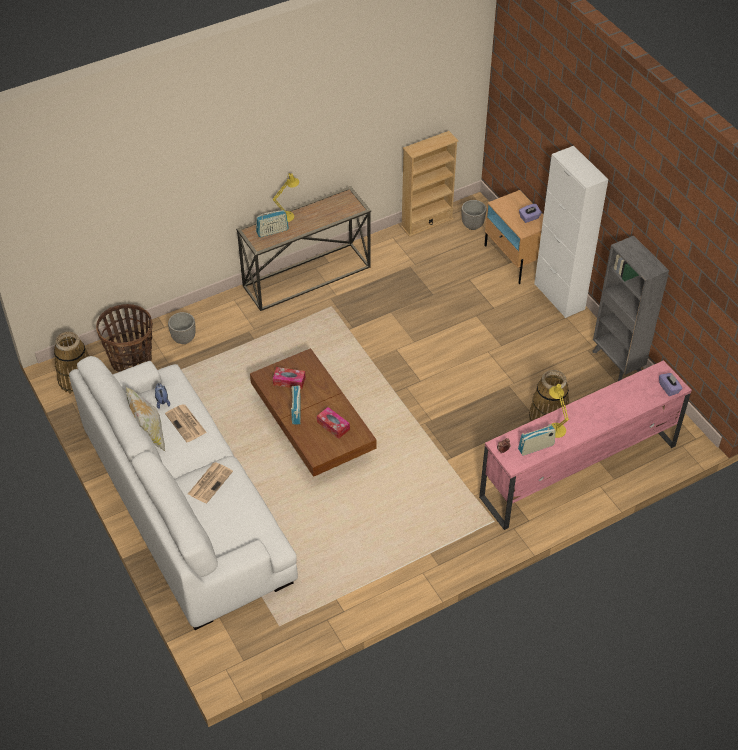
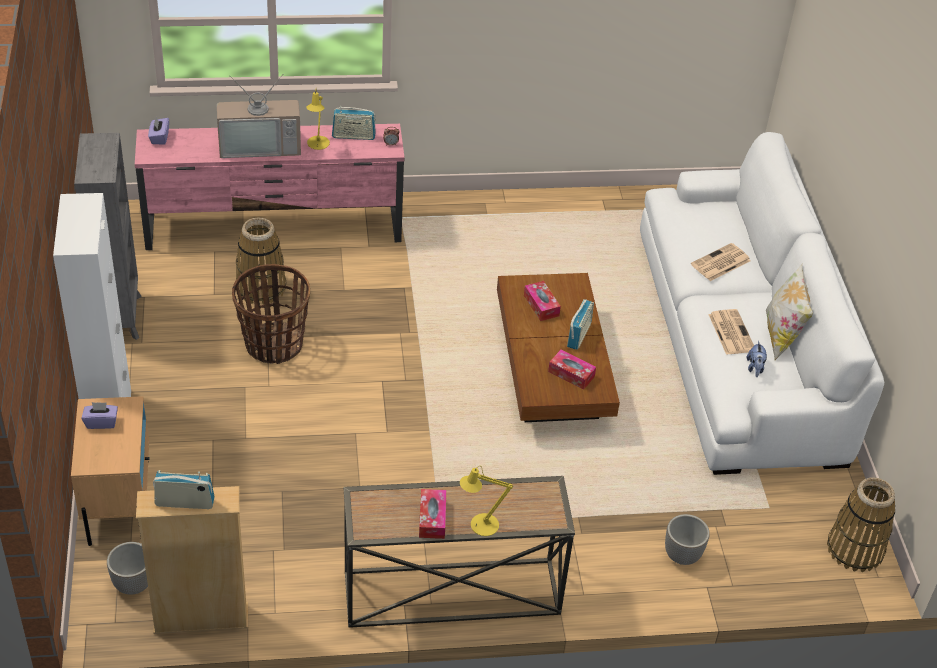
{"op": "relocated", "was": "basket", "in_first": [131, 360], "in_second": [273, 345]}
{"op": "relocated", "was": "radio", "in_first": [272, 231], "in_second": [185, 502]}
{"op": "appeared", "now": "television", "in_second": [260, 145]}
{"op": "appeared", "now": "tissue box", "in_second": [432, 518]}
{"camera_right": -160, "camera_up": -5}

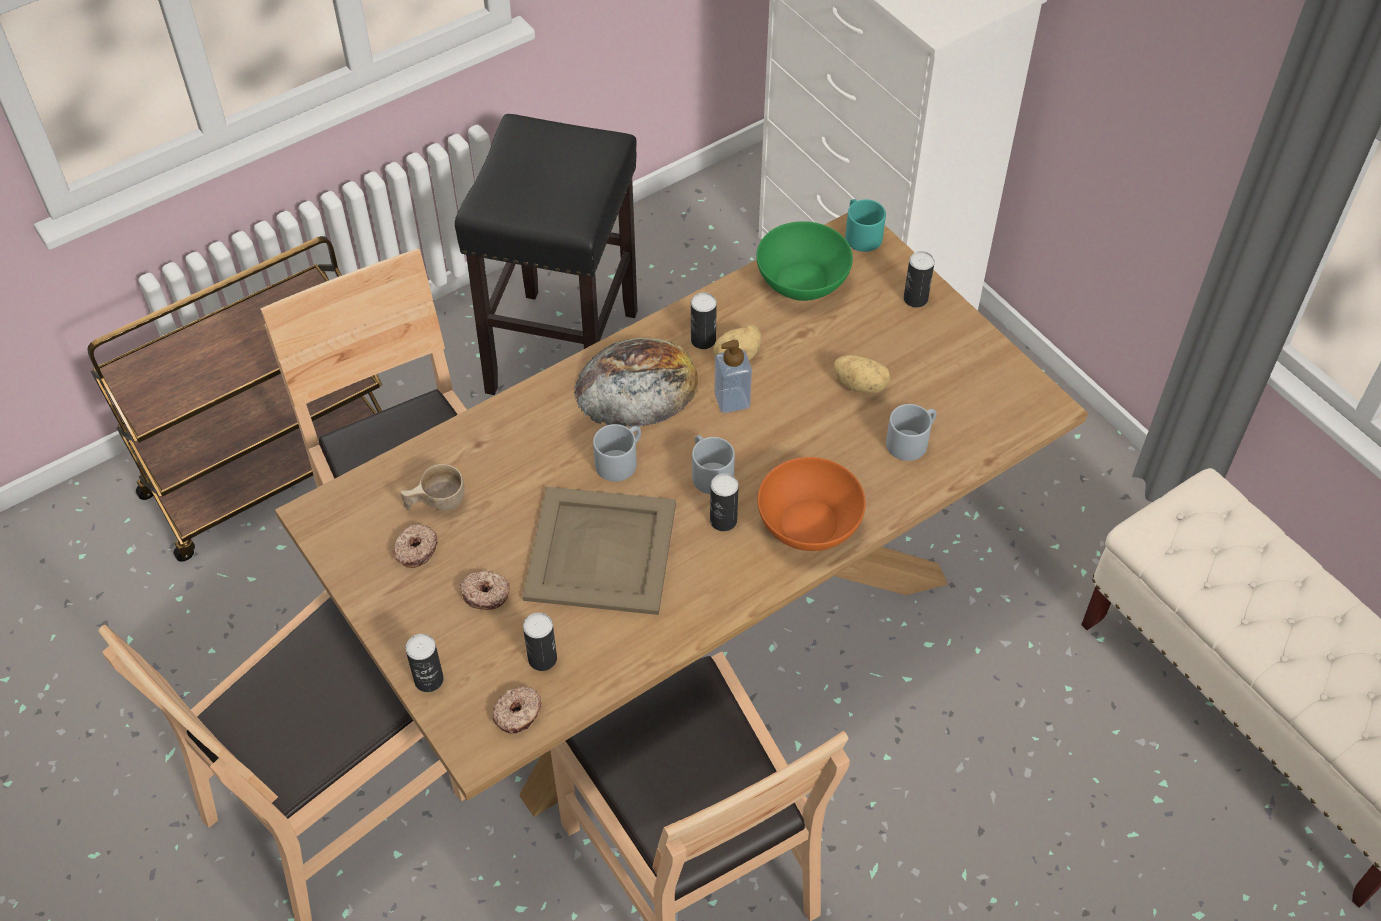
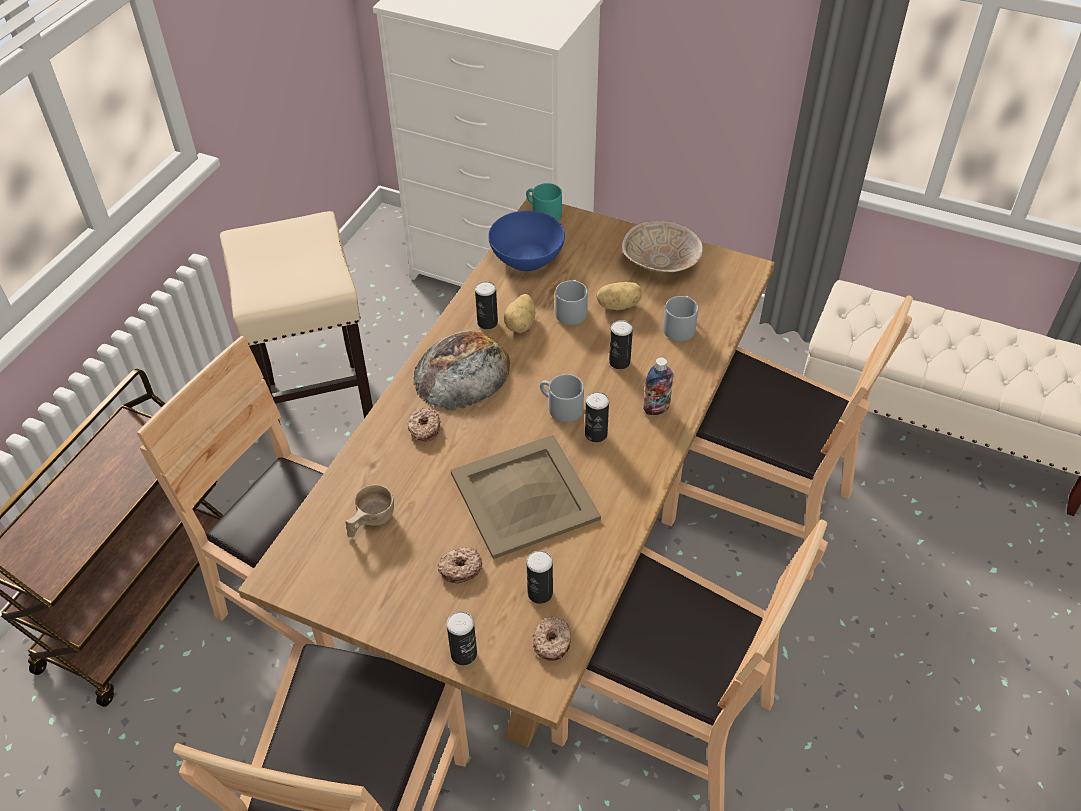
{"op": "relocated", "was": "donut", "in_first": [415, 549], "in_second": [424, 428]}
{"op": "colour", "was": "black stool", "now": "beige stool", "in_first": [563, 350], "in_second": [320, 410]}
{"op": "relocated", "was": "grey mug", "in_first": [620, 460], "in_second": [571, 310]}
{"op": "missing", "was": "soap dispenser", "in_first": [732, 400]}
{"op": "colour", "was": "green bowl", "now": "blue bowl", "in_first": [802, 282], "in_second": [527, 257]}
{"op": "exchanged", "was": "orange bowl", "now": "bottle", "in_first": [809, 523], "in_second": [656, 408]}
{"op": "relocated", "was": "can", "in_first": [915, 299], "in_second": [619, 362]}
{"op": "appeared", "now": "beige bowl", "in_second": [662, 263]}
{"op": "appeared", "now": "brown chair", "in_second": [757, 504]}
{"camera_right": -30, "camera_up": -5}

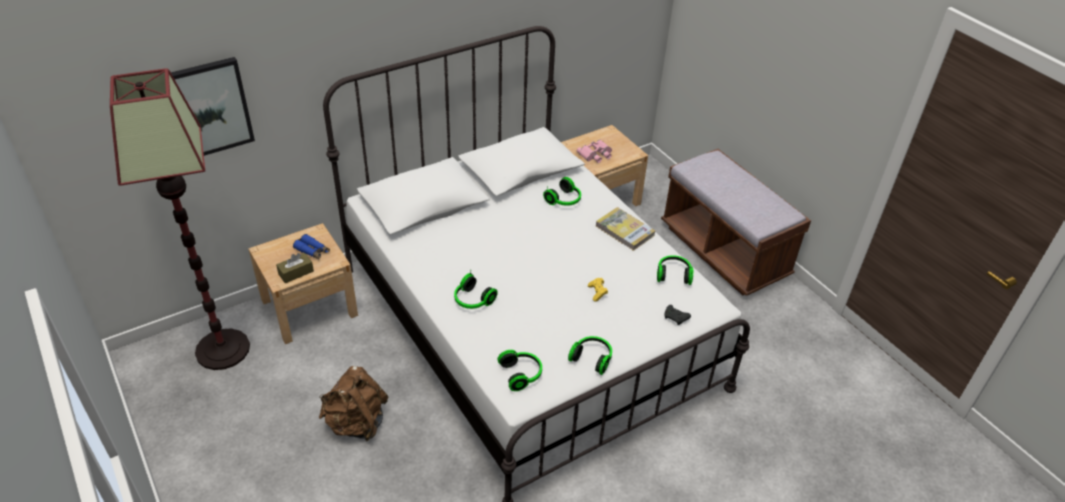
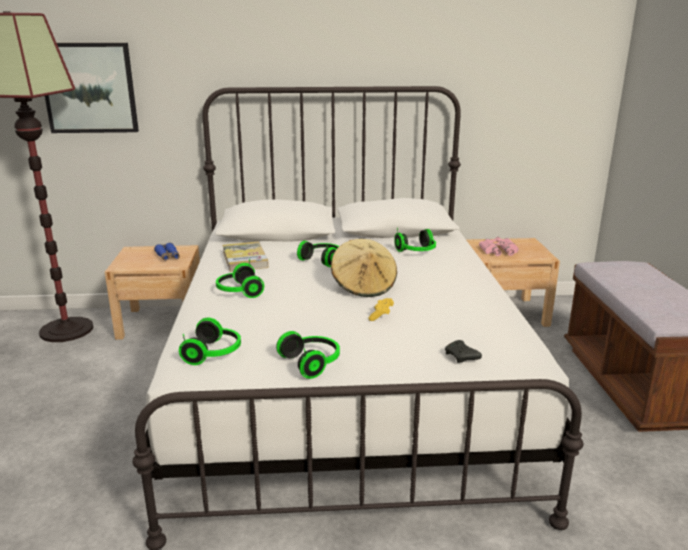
{"op": "missing", "was": "brown tissue box", "in_first": [296, 272]}
{"op": "missing", "was": "brown backpack", "in_first": [356, 423]}
{"op": "relocated", "was": "book", "in_first": [624, 231], "in_second": [245, 259]}
{"op": "relocated", "was": "headphones", "in_first": [673, 275], "in_second": [322, 260]}
{"op": "appeared", "now": "beige hat", "in_second": [364, 286]}
{"camera_right": 30, "camera_up": -20}

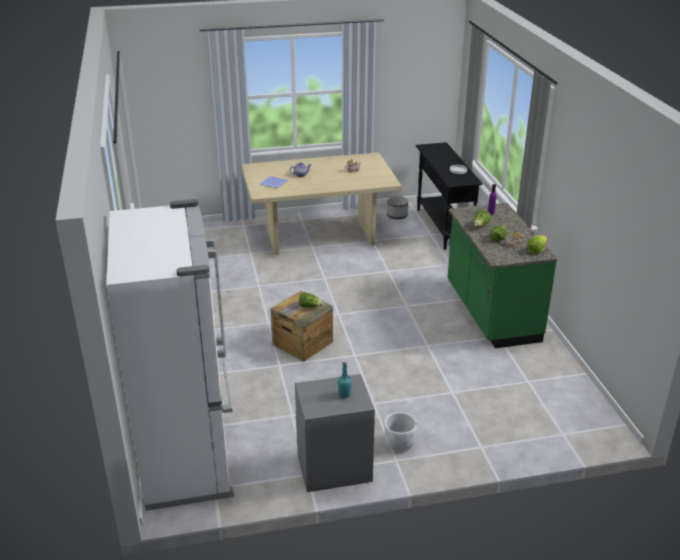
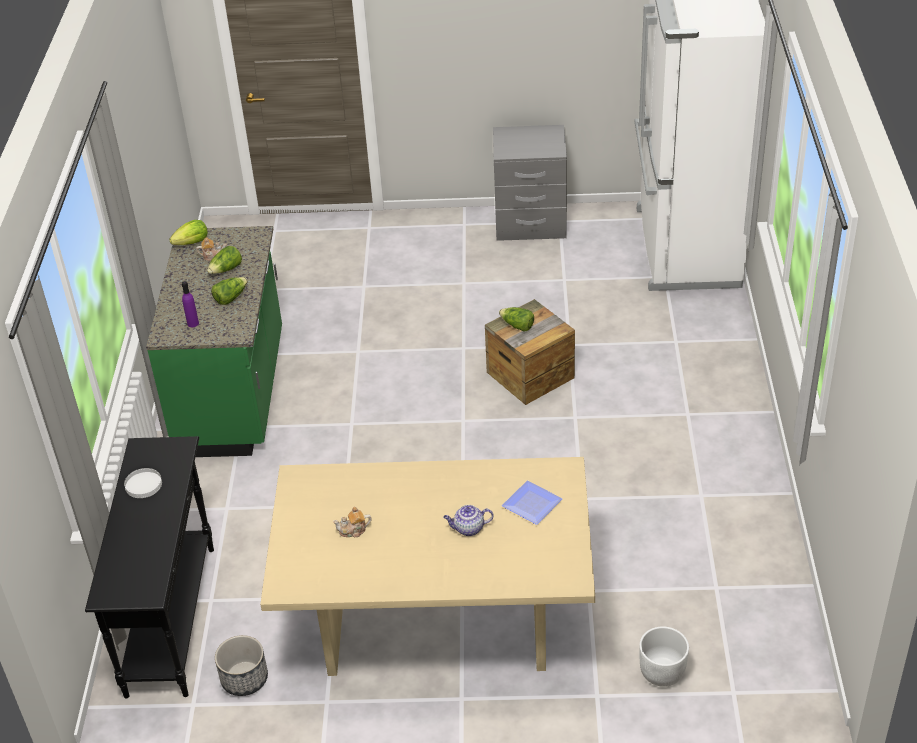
{"op": "missing", "was": "turquoise bottle", "in_first": [344, 394]}
{"op": "relocated", "was": "white planter", "in_first": [399, 443], "in_second": [662, 672]}
{"camera_right": -165, "camera_up": 10}

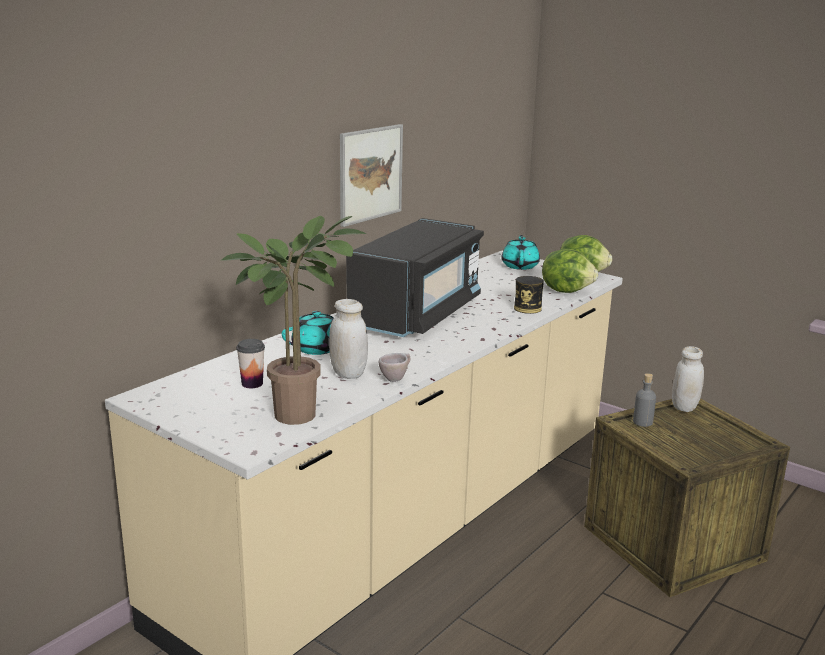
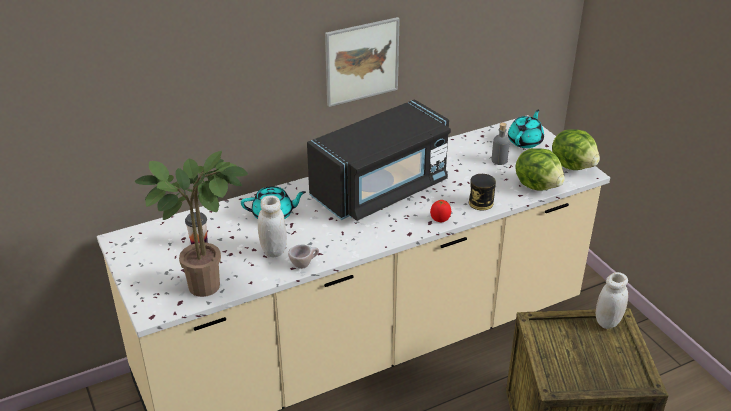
{"op": "relocated", "was": "grey bottle", "in_first": [642, 422], "in_second": [499, 160]}
{"op": "appeared", "now": "tomato", "in_second": [440, 219]}
{"camera_right": 25, "camera_up": 15}

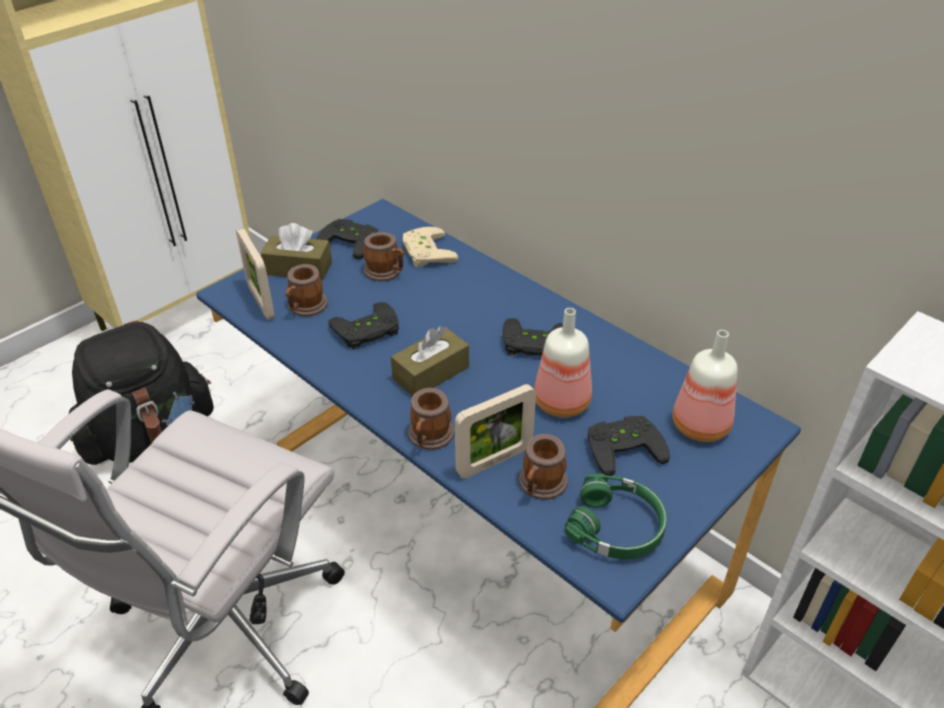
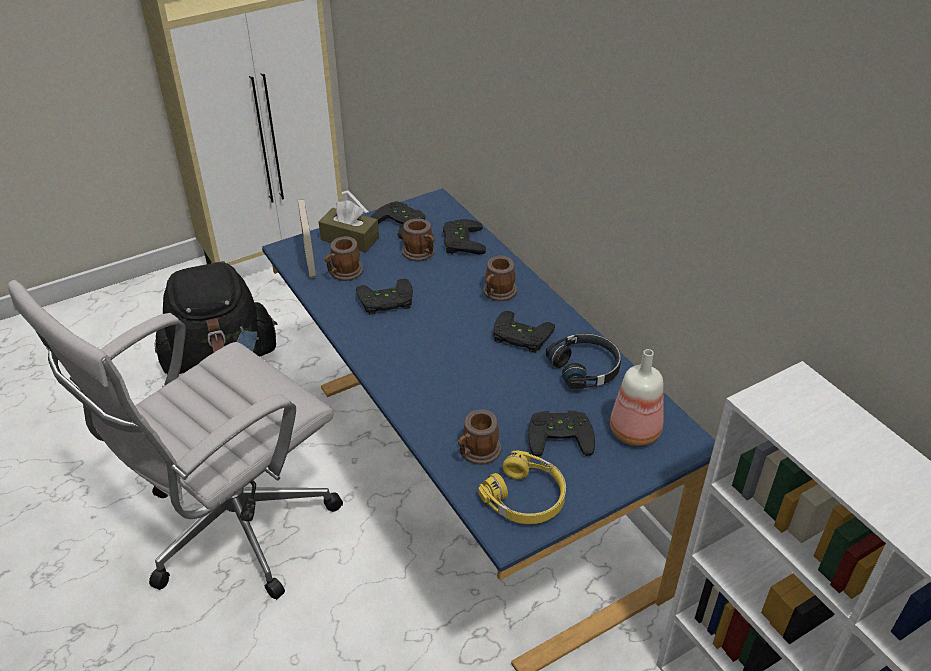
{"op": "missing", "was": "brown tissue box", "in_first": [431, 373]}
{"op": "colour", "was": "beige game controller", "now": "black game controller", "in_first": [424, 252], "in_second": [460, 241]}
{"op": "relocated", "was": "mug", "in_first": [429, 437], "in_second": [497, 293]}
{"op": "missing", "was": "picture frame", "in_first": [494, 461]}
{"op": "missing", "was": "bottle", "in_first": [562, 401]}
{"op": "colour", "was": "green headphones", "now": "yellow headphones", "in_first": [617, 527], "in_second": [526, 497]}
{"op": "appeared", "now": "black headphones", "in_second": [585, 368]}
{"camera_right": 15, "camera_up": 0}

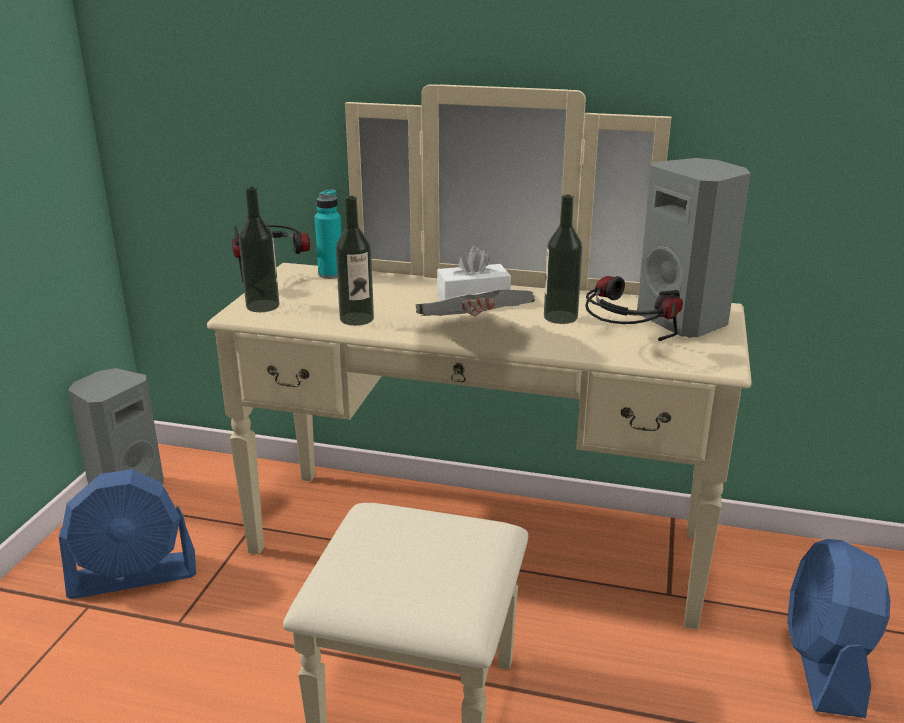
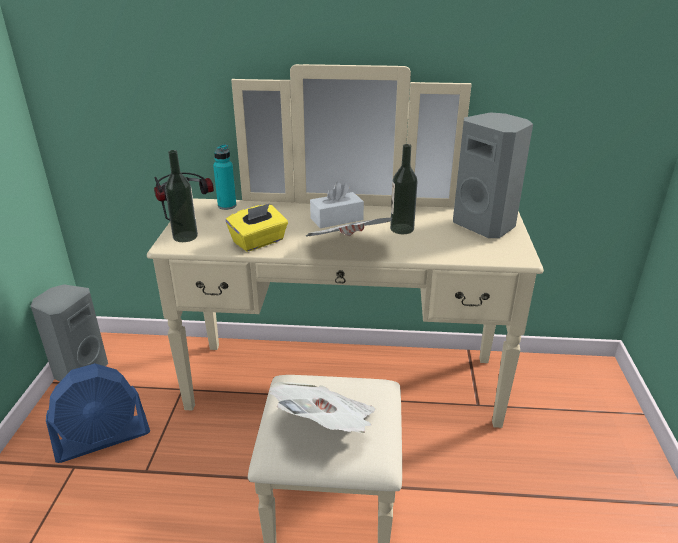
{"op": "exchanged", "was": "bottle", "now": "yellow tissue box", "in_first": [356, 319], "in_second": [259, 242]}
{"op": "missing", "was": "headphones", "in_first": [623, 347]}
{"op": "missing", "was": "blue fan", "in_first": [825, 664]}
{"op": "appeared", "now": "newspaper", "in_second": [327, 426]}
{"camera_right": -10, "camera_up": 5}

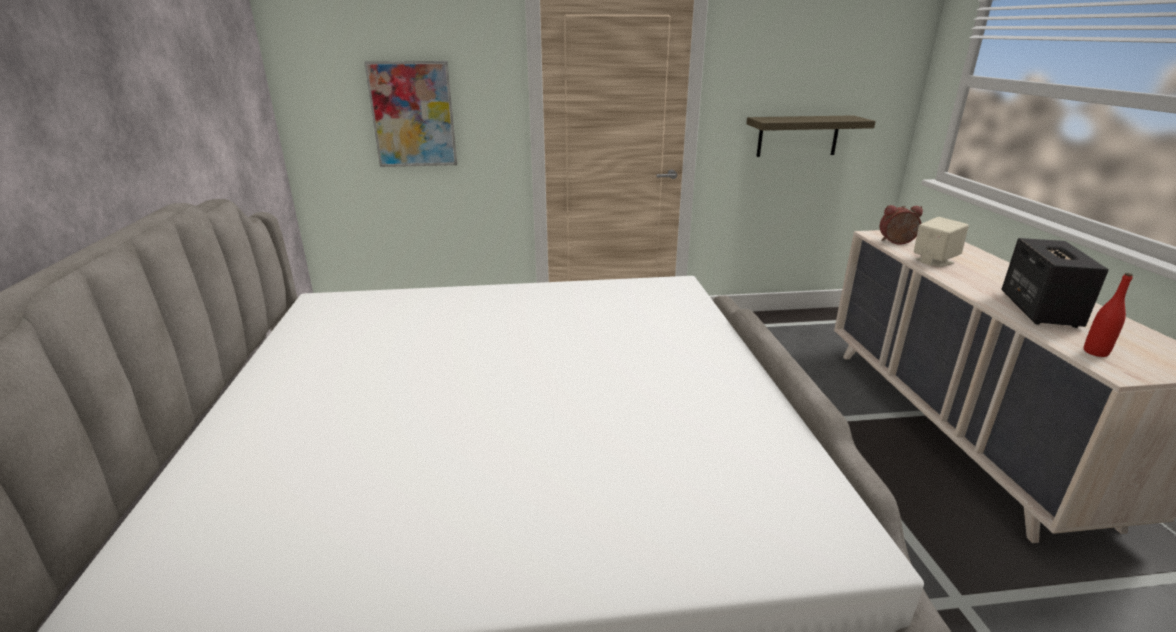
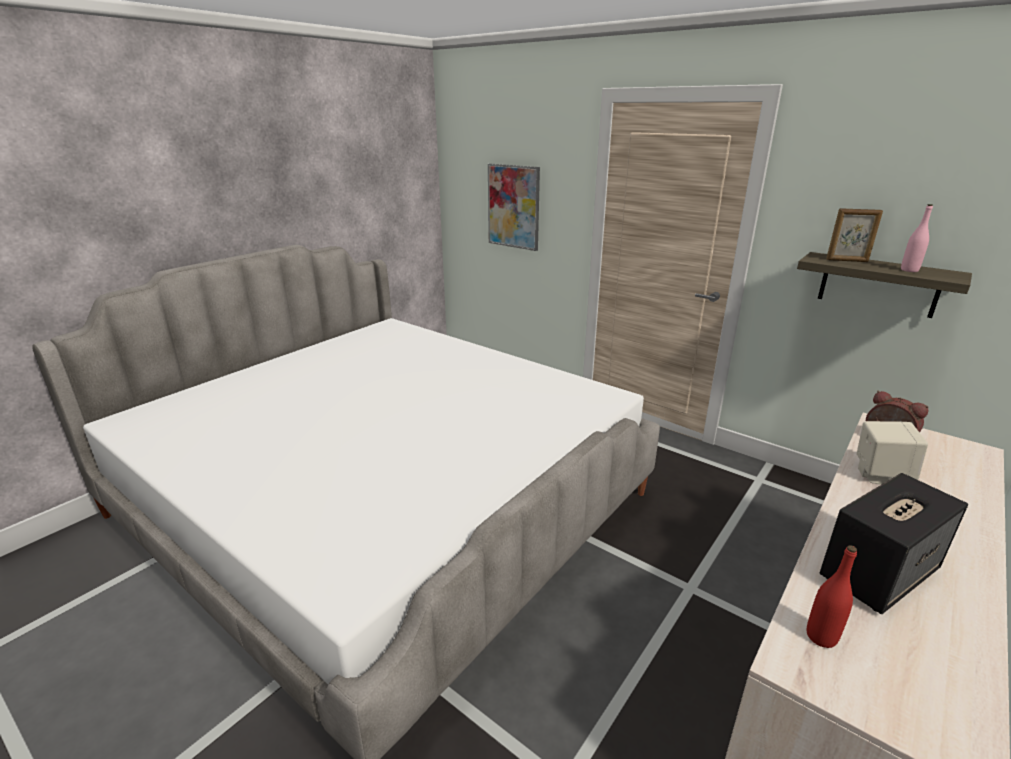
{"op": "appeared", "now": "picture frame", "in_second": [847, 260]}
{"op": "appeared", "now": "pink bottle", "in_second": [909, 270]}
{"camera_right": 45, "camera_up": 0}

